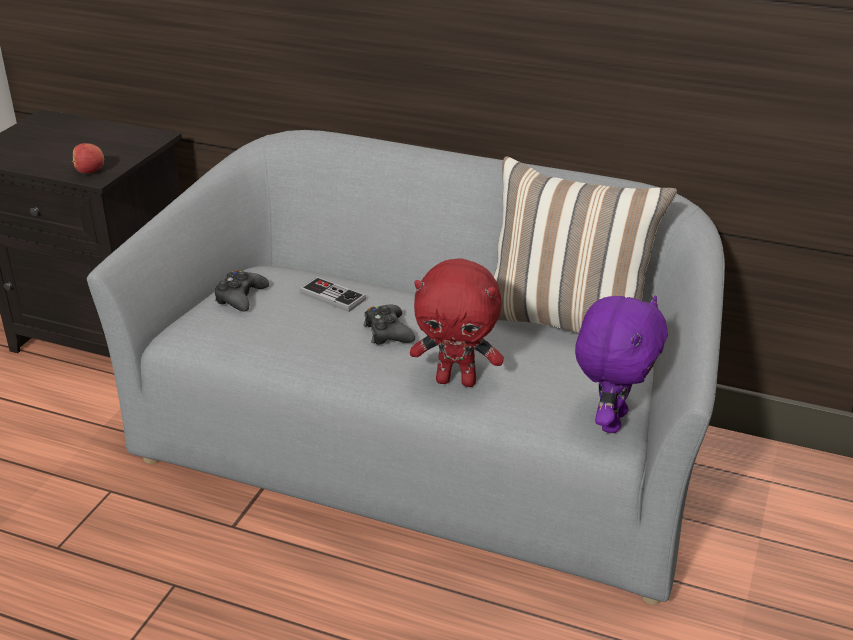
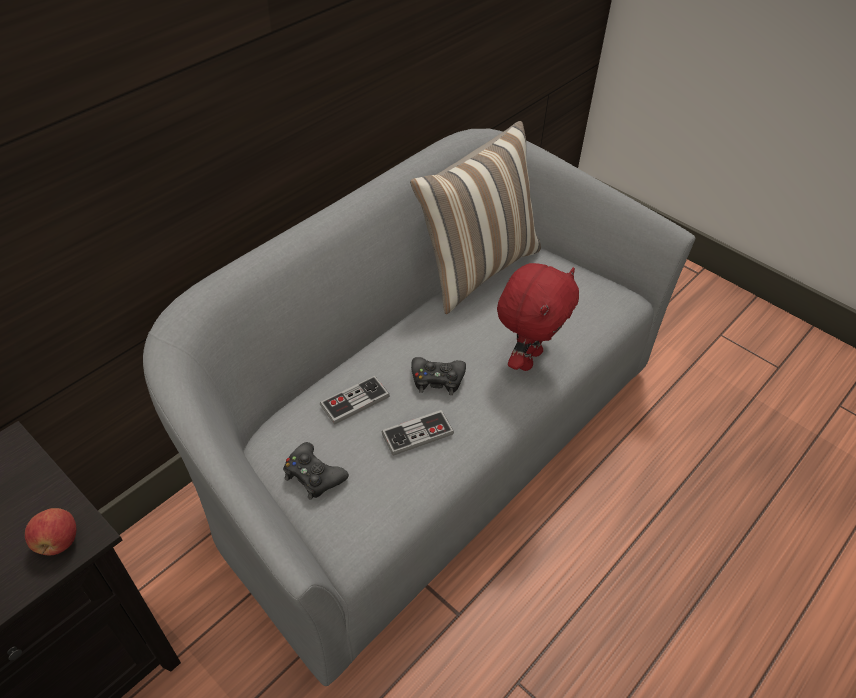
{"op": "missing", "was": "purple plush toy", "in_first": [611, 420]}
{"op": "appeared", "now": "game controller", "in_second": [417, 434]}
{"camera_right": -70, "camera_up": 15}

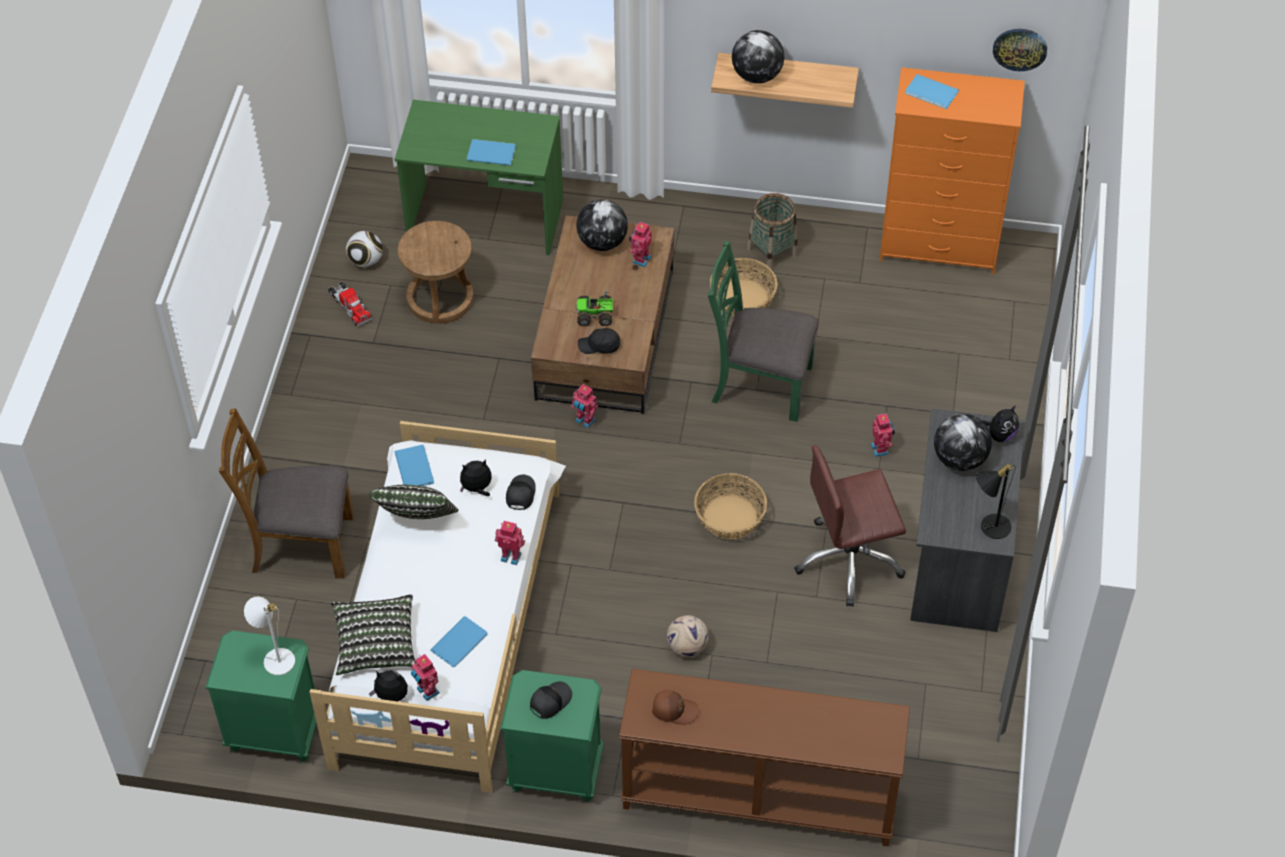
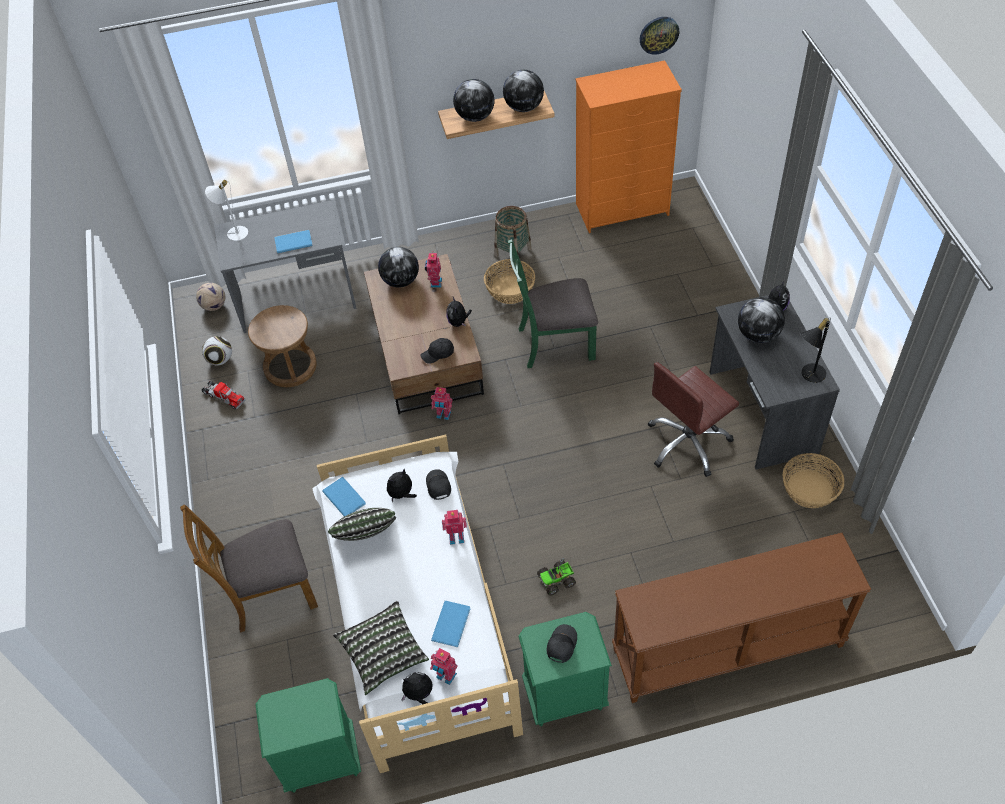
{"op": "relocated", "was": "white table lamp", "in_first": [275, 657], "in_second": [234, 232]}
{"op": "colour", "was": "green desk", "now": "grey desk", "in_first": [485, 220], "in_second": [297, 300]}
{"op": "relocated", "was": "toy truck", "in_first": [595, 315], "in_second": [557, 580]}
{"op": "missing", "was": "brown cap", "in_first": [674, 709]}
{"op": "relocated", "was": "football", "in_first": [687, 647], "in_second": [214, 306]}
{"op": "relocated", "was": "basket", "in_first": [729, 517], "in_second": [809, 489]}
{"op": "missing", "was": "toy robot", "in_first": [881, 449]}
{"op": "missing", "was": "blue book", "in_first": [932, 93]}
{"op": "appeared", "now": "plush toy", "in_second": [458, 322]}
{"op": "appeared", "now": "globe", "in_second": [524, 107]}
{"camera_right": -20, "camera_up": 0}

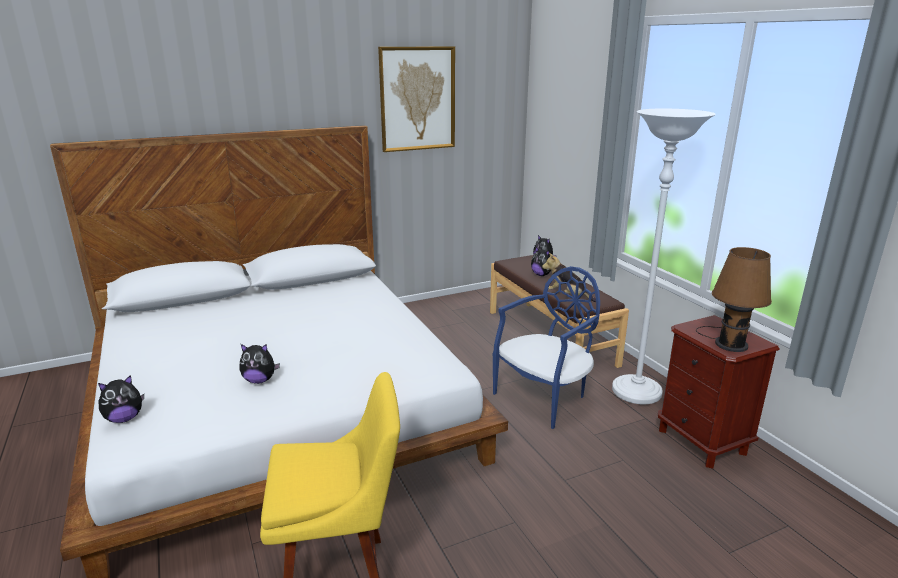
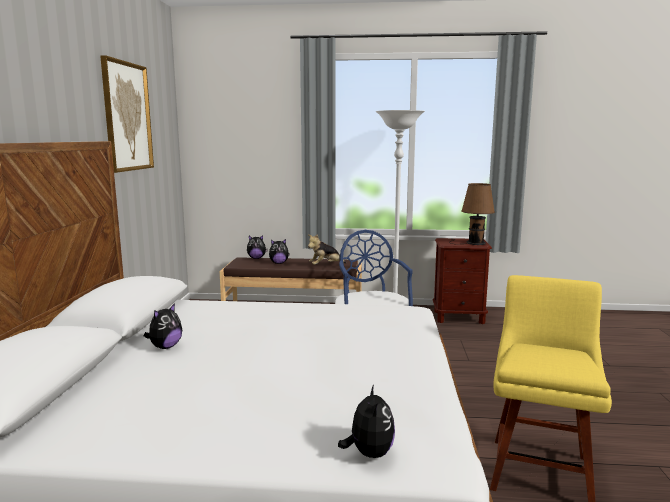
{"op": "relocated", "was": "plush toy", "in_first": [260, 380], "in_second": [165, 347]}
{"camera_right": -60, "camera_up": -10}

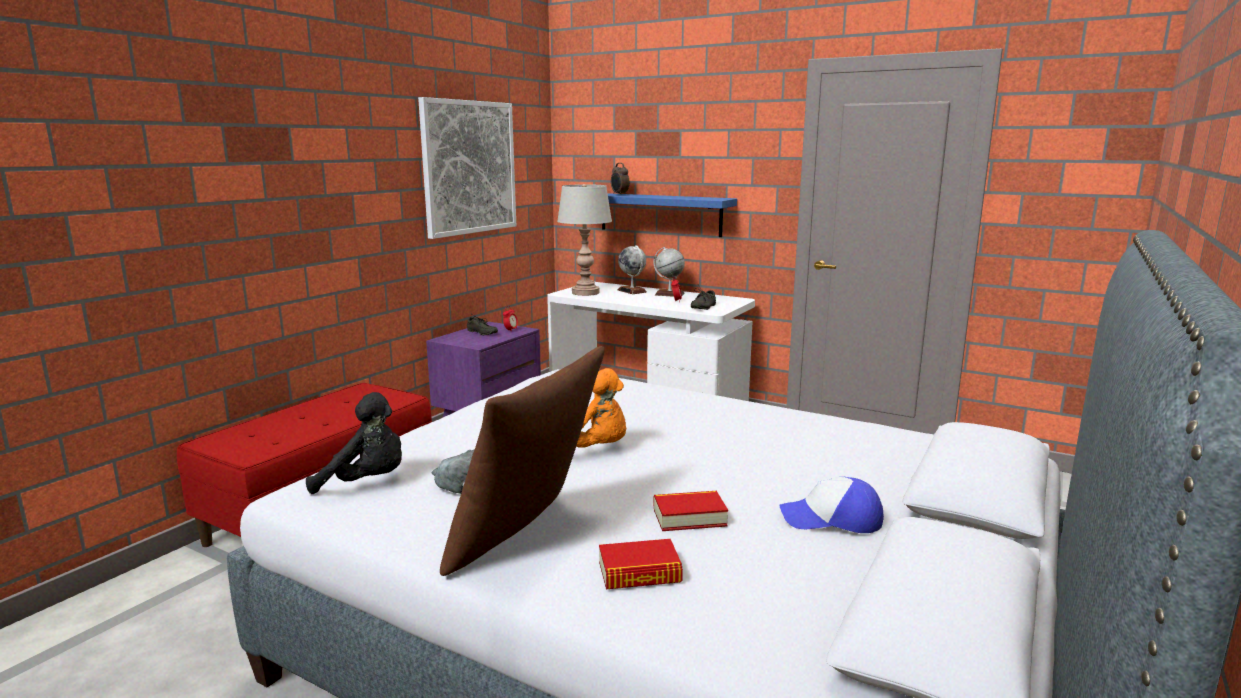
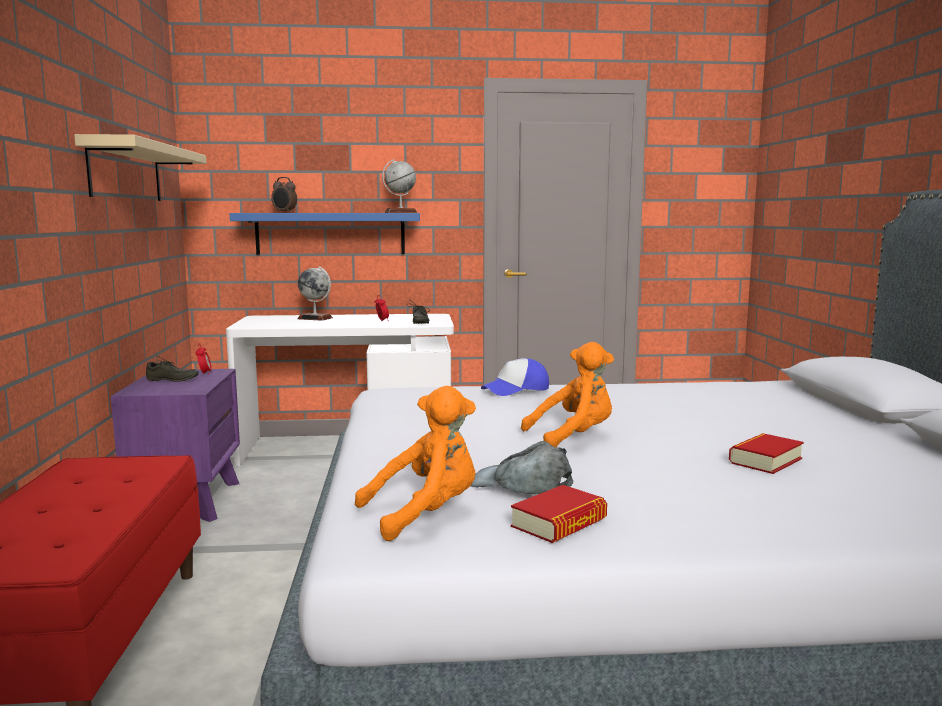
{"op": "colour", "was": "black plush toy", "now": "orange plush toy", "in_first": [367, 483], "in_second": [425, 514]}
{"op": "exchanged", "was": "picture", "now": "beige shelf", "in_first": [469, 167], "in_second": [126, 172]}
{"op": "missing", "was": "brown pillow", "in_first": [526, 536]}
{"op": "missing", "was": "grey table lamp", "in_first": [585, 293]}
{"op": "relocated", "was": "book", "in_first": [639, 573], "in_second": [559, 523]}
{"op": "relocated", "was": "globe", "in_first": [669, 294], "in_second": [400, 212]}
{"op": "relocated", "was": "cap", "in_first": [832, 519], "in_second": [516, 390]}
{"camera_right": -35, "camera_up": -5}

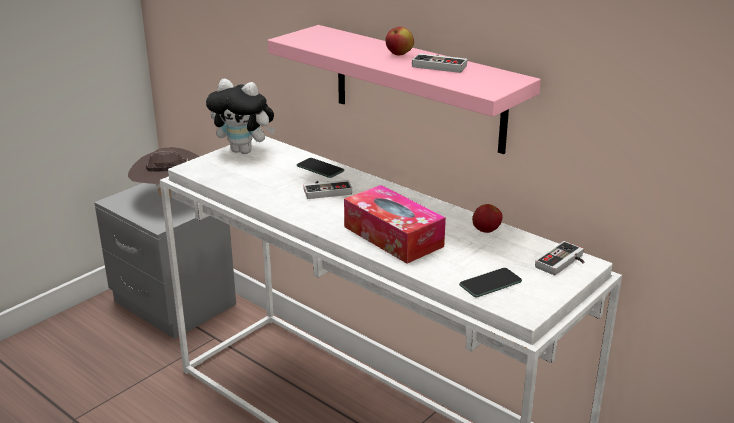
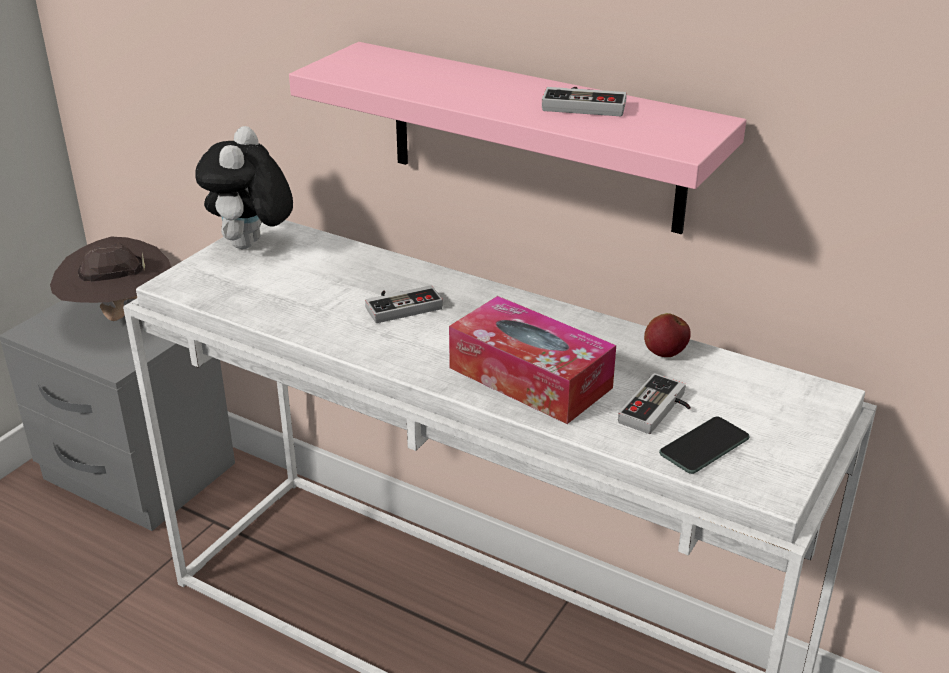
{"op": "spun", "was": "plush toy", "in_first": [245, 151], "in_second": [251, 246], "clockwise": 90}
{"op": "missing", "was": "phone", "in_first": [320, 168]}
{"op": "missing", "was": "apple", "in_first": [399, 55]}
{"op": "relocated", "was": "game controller", "in_first": [564, 263], "in_second": [659, 411]}
{"camera_right": -10, "camera_up": 5}

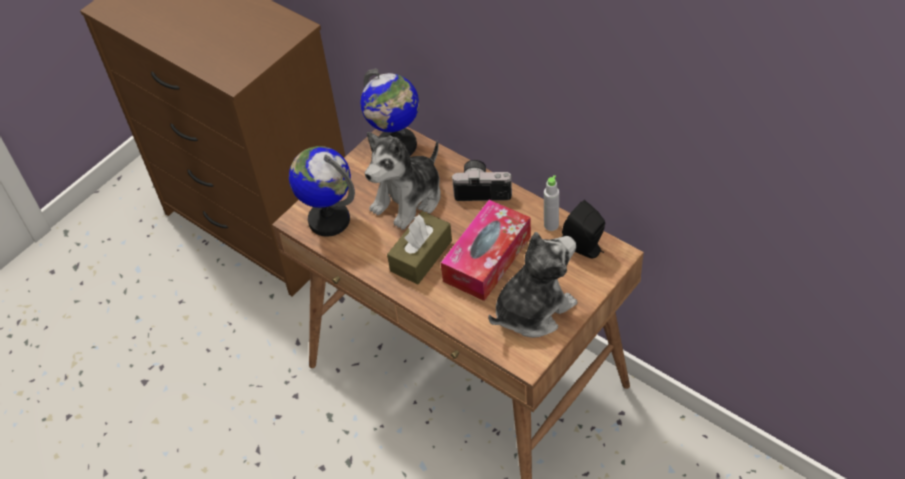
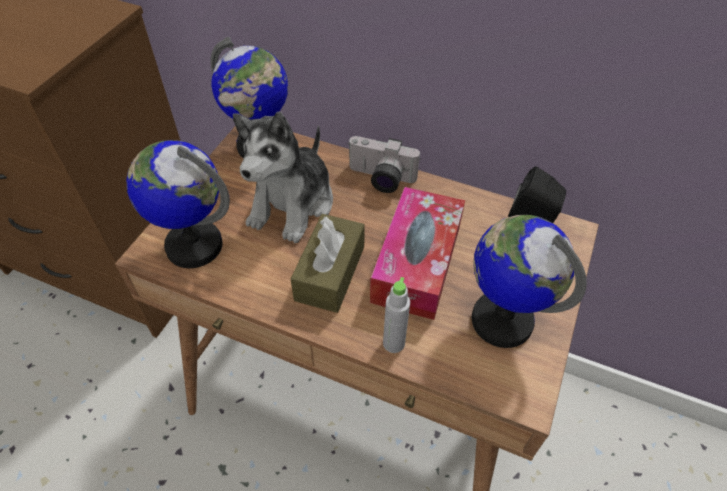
{"op": "spun", "was": "photo camera", "in_first": [482, 188], "in_second": [380, 179], "clockwise": -150}
{"op": "exchanged", "was": "plush toy", "now": "globe", "in_first": [533, 309], "in_second": [501, 320]}
{"op": "relocated", "was": "grey bottle", "in_first": [551, 225], "in_second": [393, 343]}
{"camera_right": -20, "camera_up": 0}

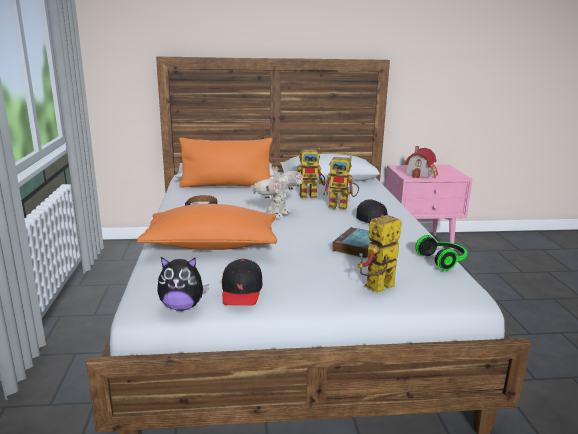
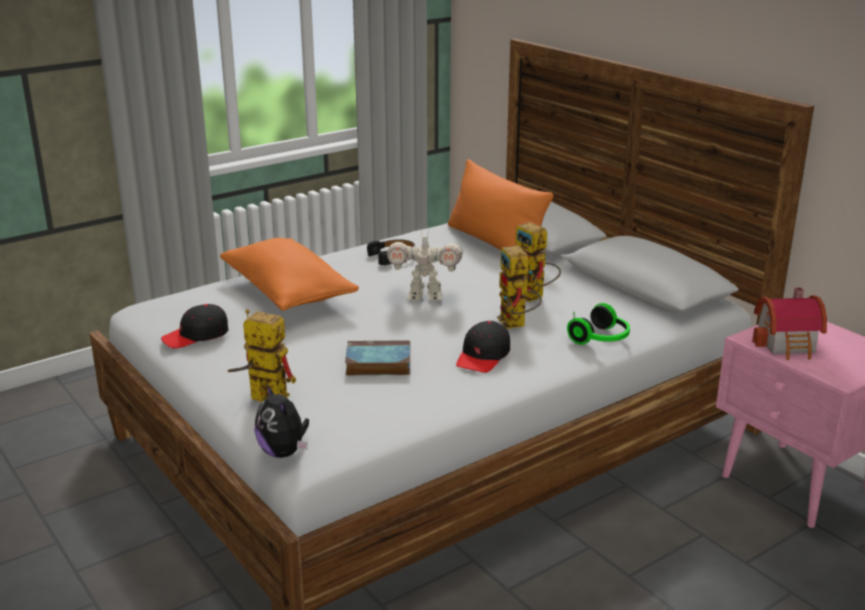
{"op": "relocated", "was": "plush toy", "in_first": [182, 306], "in_second": [284, 452]}
{"op": "relocated", "was": "headphones", "in_first": [443, 261], "in_second": [602, 339]}
{"camera_right": 60, "camera_up": 5}

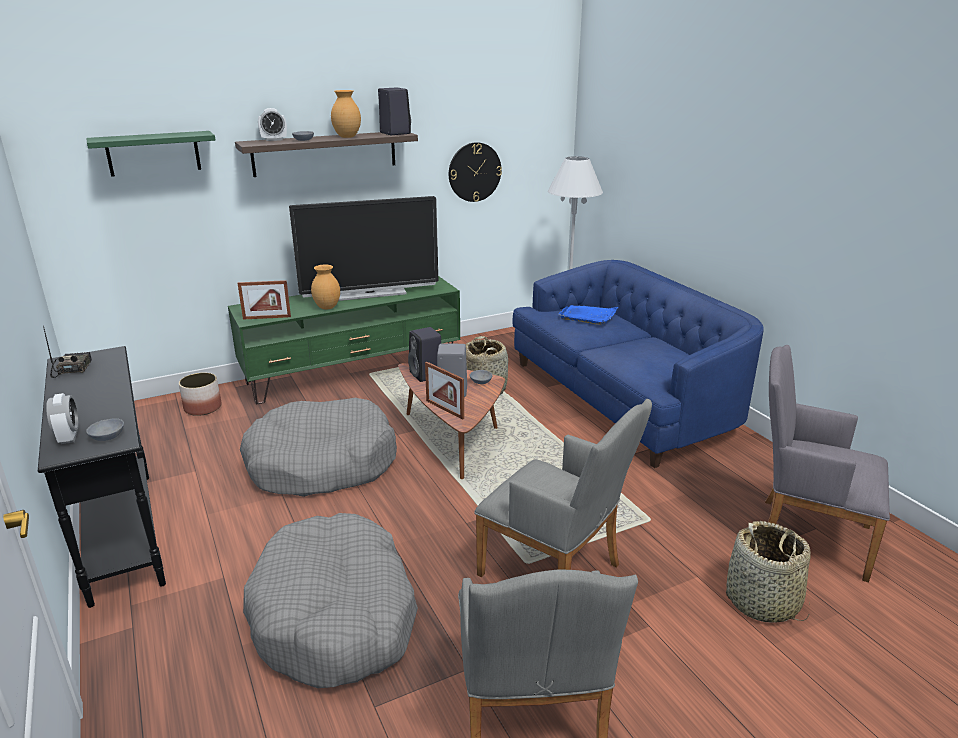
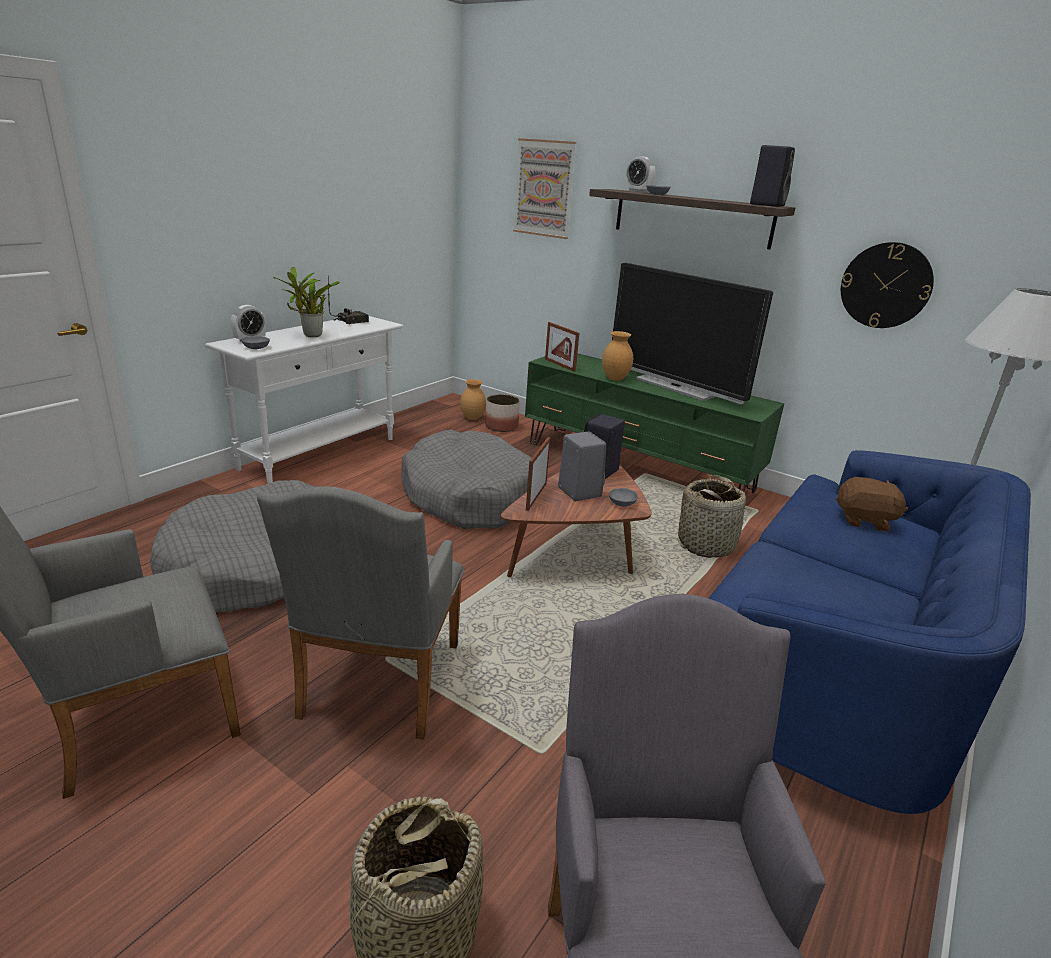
{"op": "colour", "was": "black console table", "now": "white console table", "in_first": [123, 533], "in_second": [320, 453]}
{"op": "exchanged", "was": "green shelf", "now": "picture", "in_first": [153, 153], "in_second": [544, 188]}
{"op": "relocated", "was": "brown vase", "in_first": [347, 137], "in_second": [472, 418]}
{"op": "exchanged", "was": "blue tray", "now": "brown plush toy", "in_first": [588, 316], "in_second": [864, 521]}
{"op": "appeared", "now": "potted plant", "in_second": [310, 336]}
{"camera_right": 60, "camera_up": 0}

